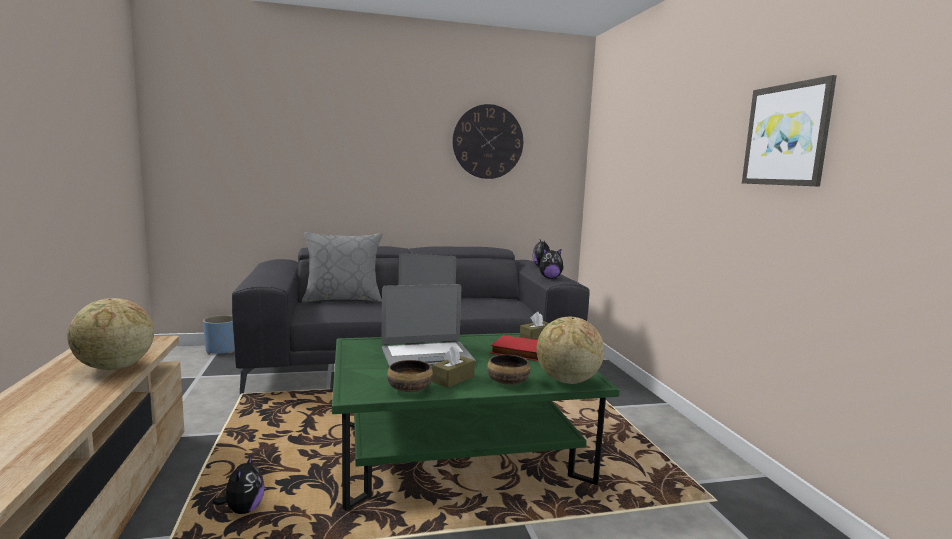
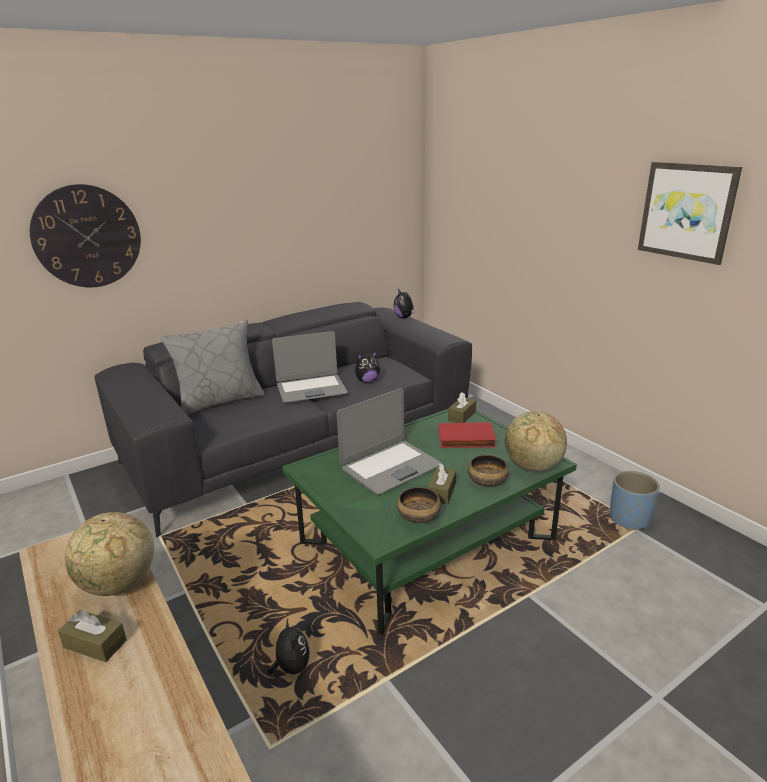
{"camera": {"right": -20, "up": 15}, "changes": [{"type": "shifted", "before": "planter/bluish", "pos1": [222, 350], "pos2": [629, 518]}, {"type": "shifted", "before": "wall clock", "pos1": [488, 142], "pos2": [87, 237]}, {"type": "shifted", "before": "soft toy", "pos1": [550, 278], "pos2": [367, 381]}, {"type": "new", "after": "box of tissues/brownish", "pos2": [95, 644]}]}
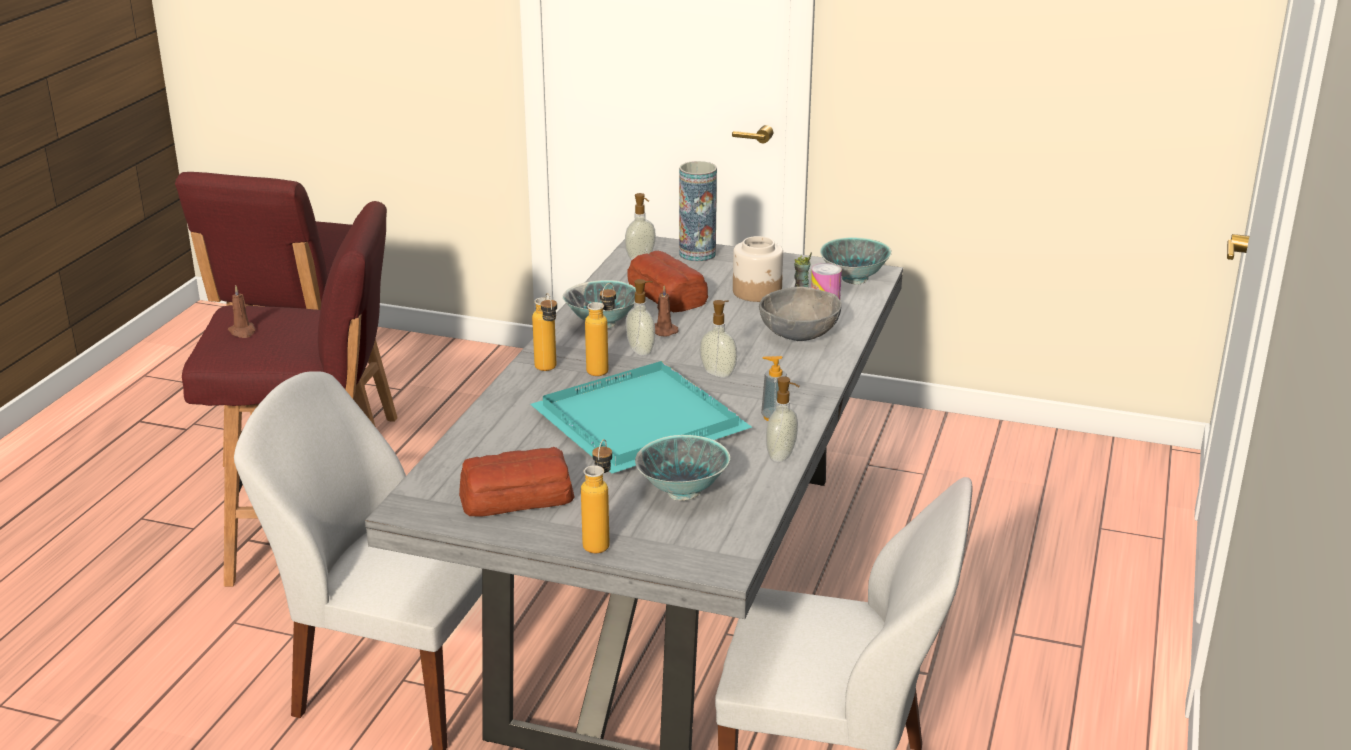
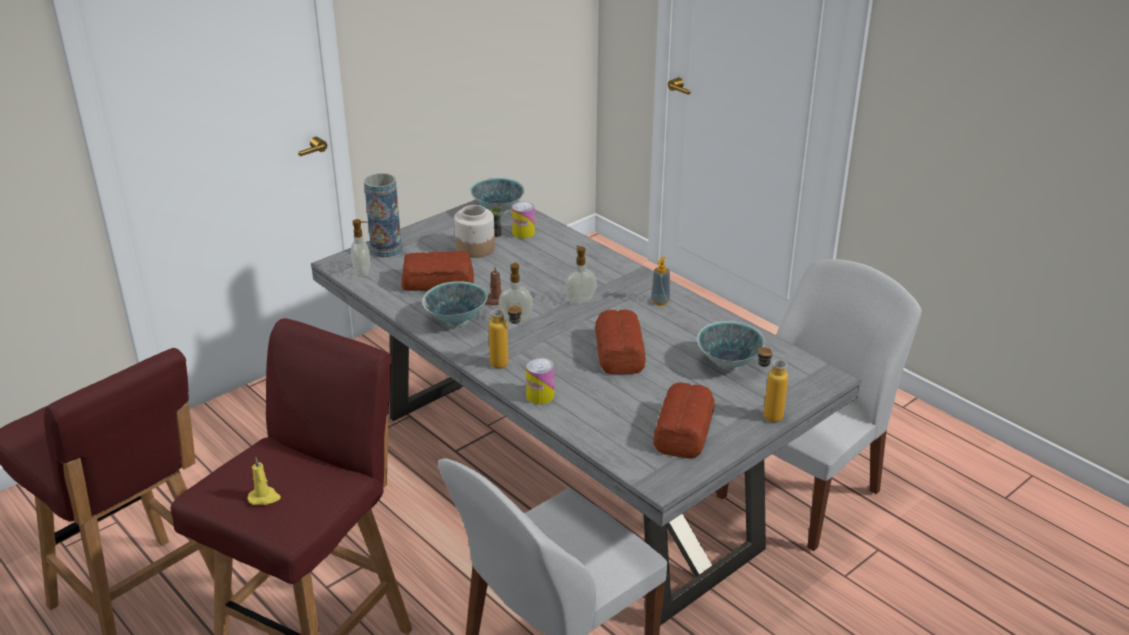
{"camera": {"right": -60, "up": 5}, "changes": [{"type": "repainted", "before": "candle/brownish", "after": "candle/yellow", "pos1": [242, 332], "pos2": [264, 497]}, {"type": "swapped", "before": "carrying tray/turquoise", "after": "bakery bread", "pos1": [635, 422], "pos2": [619, 352]}, {"type": "gone", "before": "bottle", "pos1": [603, 368]}, {"type": "gone", "before": "bowl/grey", "pos1": [799, 333]}, {"type": "gone", "before": "soap dispenser", "pos1": [782, 456]}, {"type": "new", "after": "can", "pos2": [540, 396]}]}
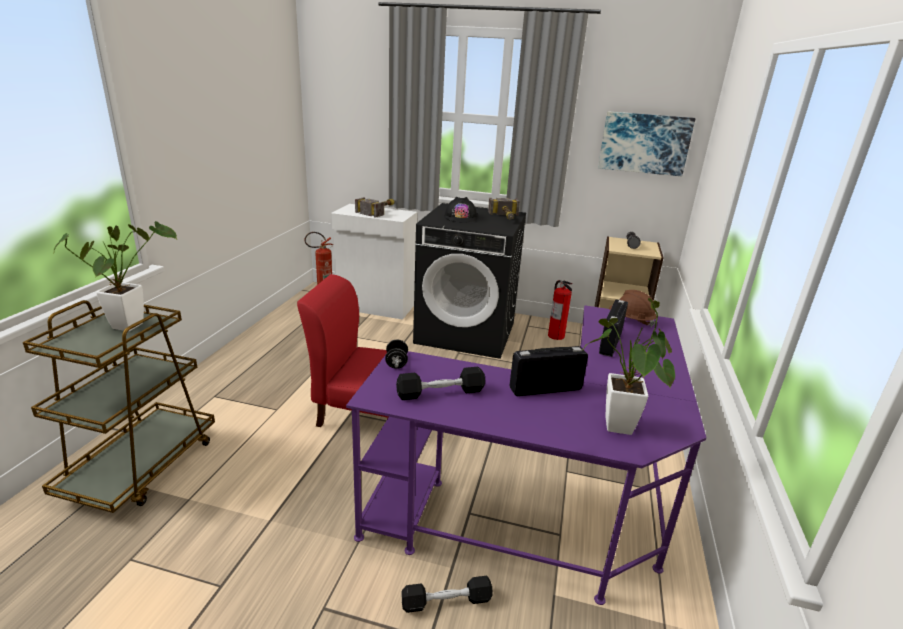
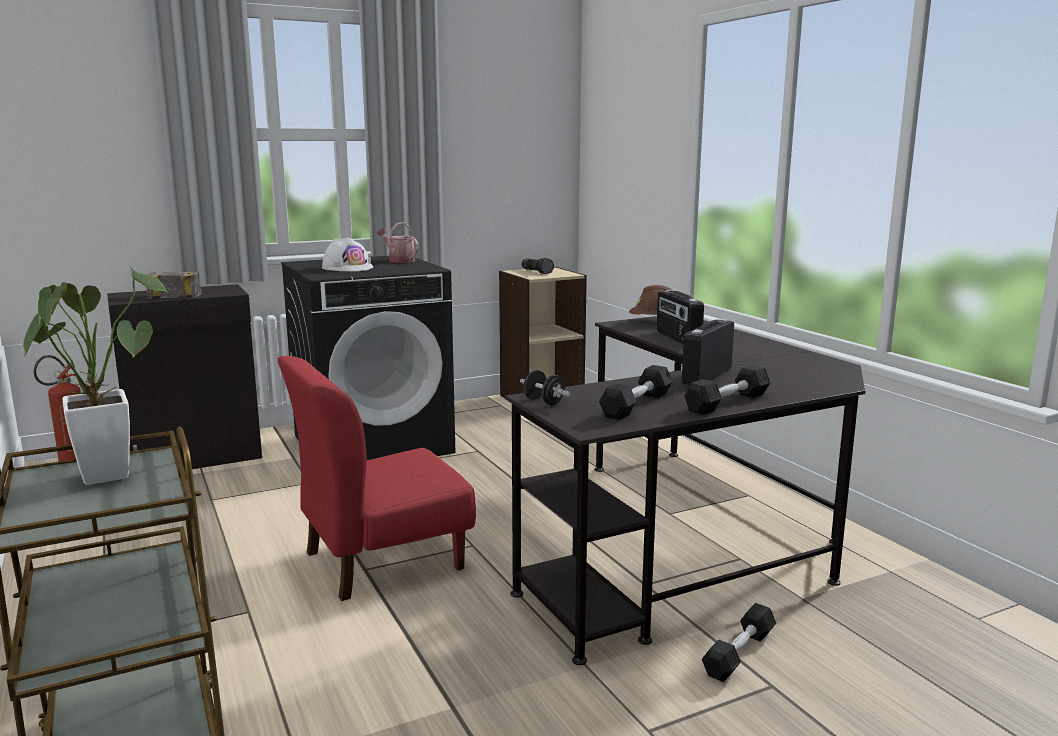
{"camera": {"right": -40, "up": -10}, "changes": [{"type": "repainted", "before": "cupboard/white-coloured", "after": "cupboard/blackish", "pos1": [376, 307], "pos2": [196, 458]}, {"type": "repainted", "before": "desk/purple-coloured", "after": "desk/blackish", "pos1": [548, 500], "pos2": [691, 540]}, {"type": "repainted", "before": "work helmet/blackish", "after": "work helmet/white-coloured", "pos1": [460, 217], "pos2": [347, 268]}, {"type": "swapped", "before": "tool hammer", "after": "sprinkling can", "pos1": [506, 217], "pos2": [399, 260]}, {"type": "gone", "before": "fire-fighting cylinder", "pos1": [555, 335]}, {"type": "gone", "before": "potted plant", "pos1": [618, 431]}, {"type": "gone", "before": "wall picture", "pos1": [644, 143]}, {"type": "new", "after": "hand weight/blackish", "pos2": [727, 403]}]}
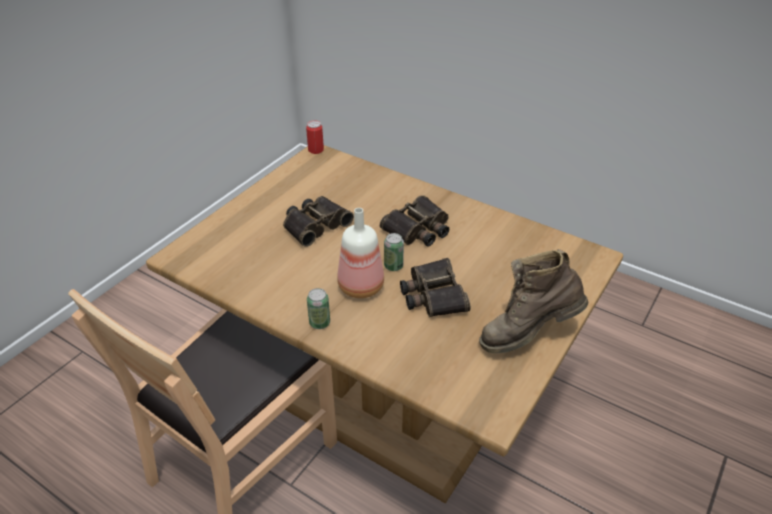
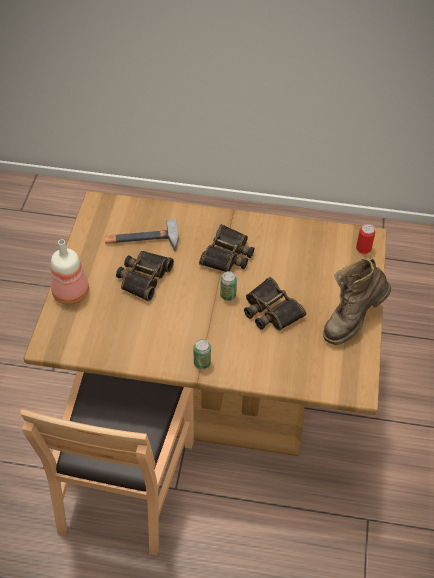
{"camera": {"right": -25, "up": 10}, "changes": [{"type": "shifted", "before": "can", "pos1": [316, 150], "pos2": [363, 248]}, {"type": "shifted", "before": "bottle", "pos1": [361, 287], "pos2": [72, 294]}, {"type": "new", "after": "tool hammer", "pos2": [142, 240]}]}
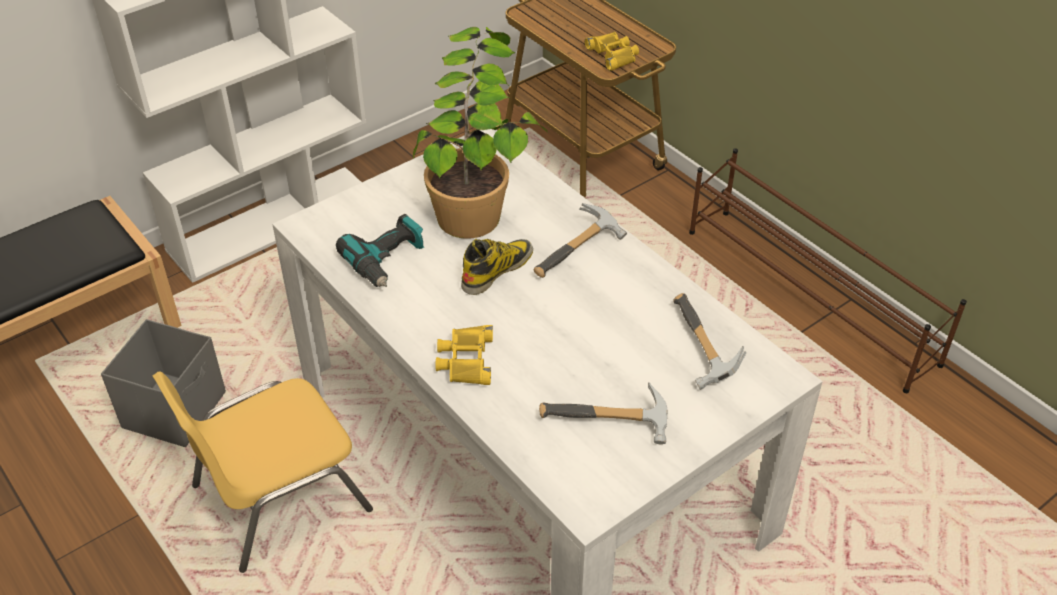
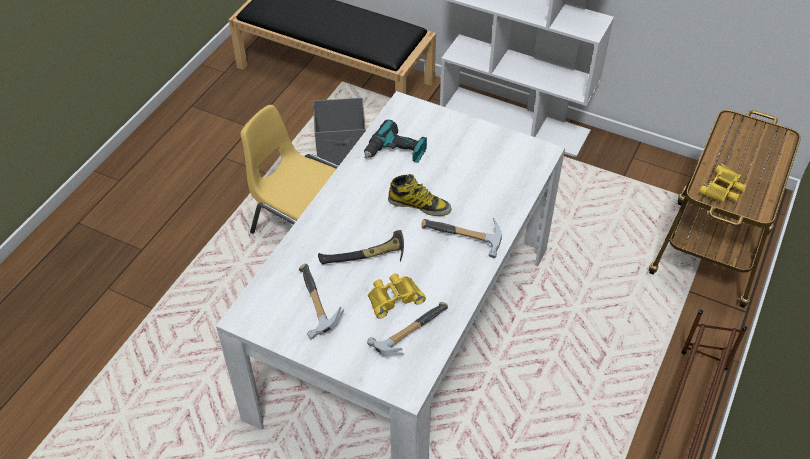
{"camera": {"right": 65, "up": 5}, "changes": [{"type": "gone", "before": "potted plant", "pos1": [478, 197]}, {"type": "shifted", "before": "field glasses/yellow", "pos1": [465, 360], "pos2": [393, 297]}, {"type": "new", "after": "tool hammer", "pos2": [366, 258]}]}
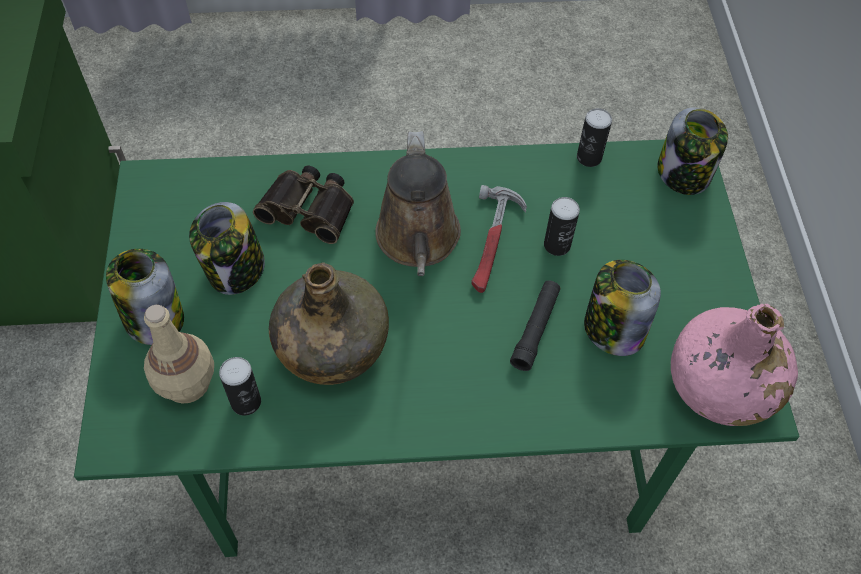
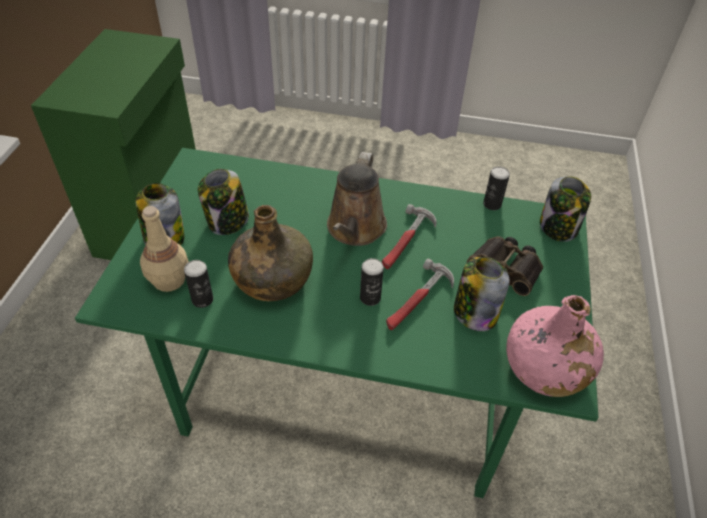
{"camera": {"right": 15, "up": -10}, "changes": [{"type": "shifted", "before": "field glasses", "pos1": [310, 208], "pos2": [507, 267]}, {"type": "swapped", "before": "torch/blackish", "after": "tool hammer", "pos1": [535, 329], "pos2": [418, 300]}, {"type": "shifted", "before": "can", "pos1": [557, 245], "pos2": [370, 298]}]}
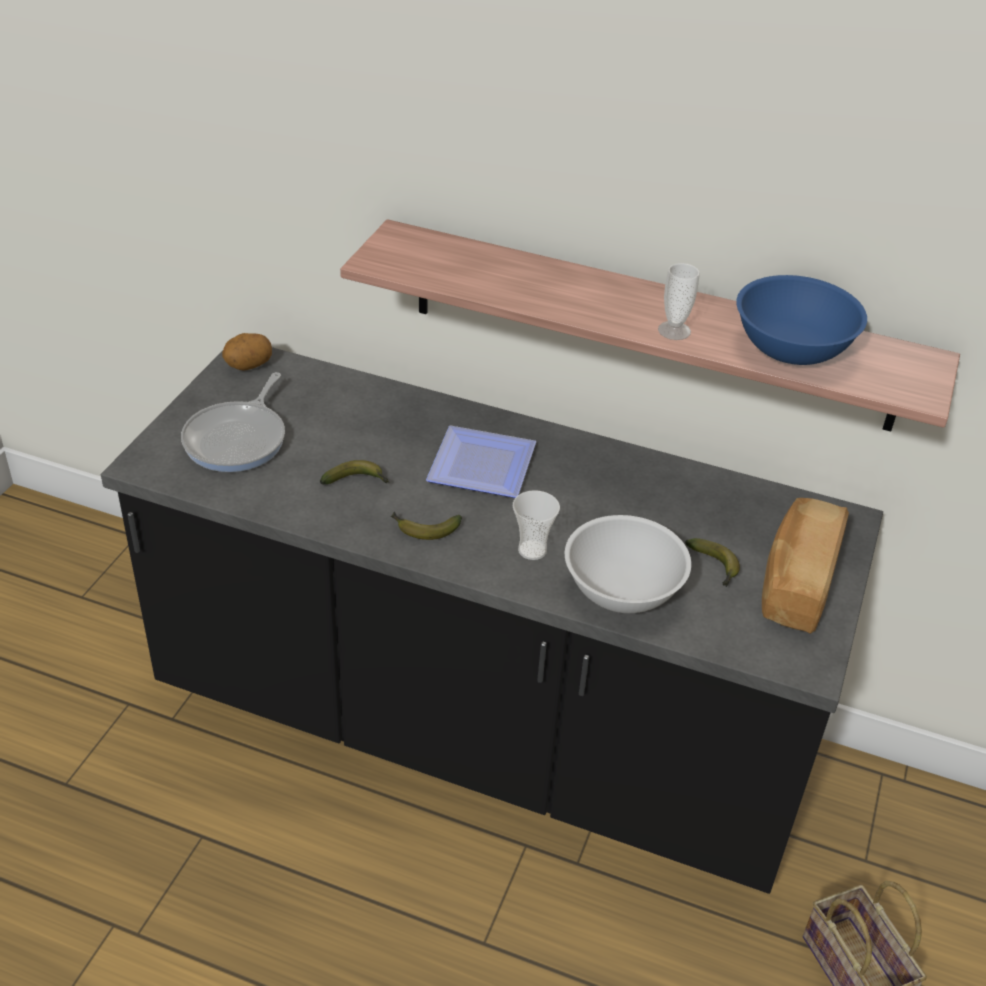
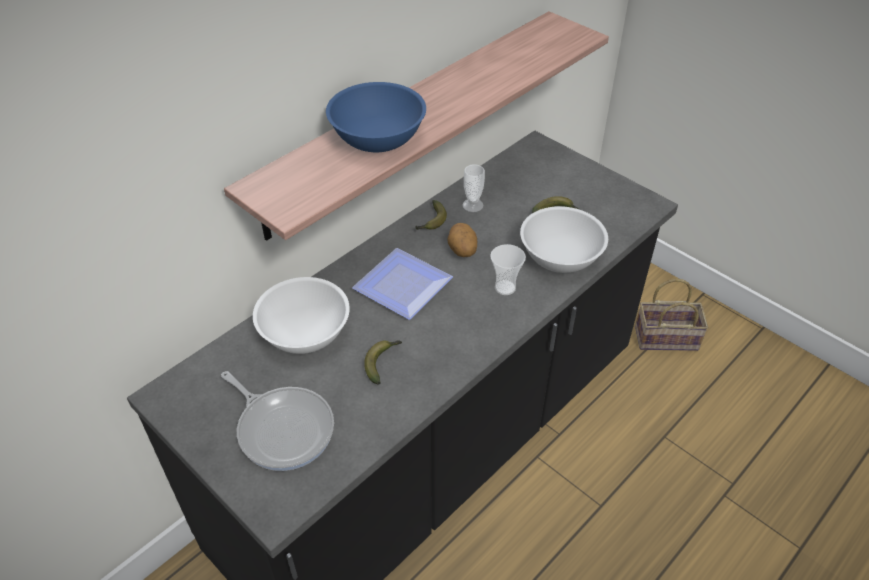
{"camera": {"right": -65, "up": 5}, "changes": [{"type": "shifted", "before": "potato", "pos1": [248, 366], "pos2": [461, 251]}, {"type": "shifted", "before": "banana", "pos1": [423, 529], "pos2": [431, 221]}, {"type": "shifted", "before": "cup", "pos1": [674, 330], "pos2": [472, 205]}, {"type": "shifted", "before": "bowl/bluish", "pos1": [792, 348], "pos2": [377, 139]}, {"type": "gone", "before": "bakery bread", "pos1": [795, 584]}, {"type": "new", "after": "bowl/white-coloured", "pos2": [305, 334]}]}
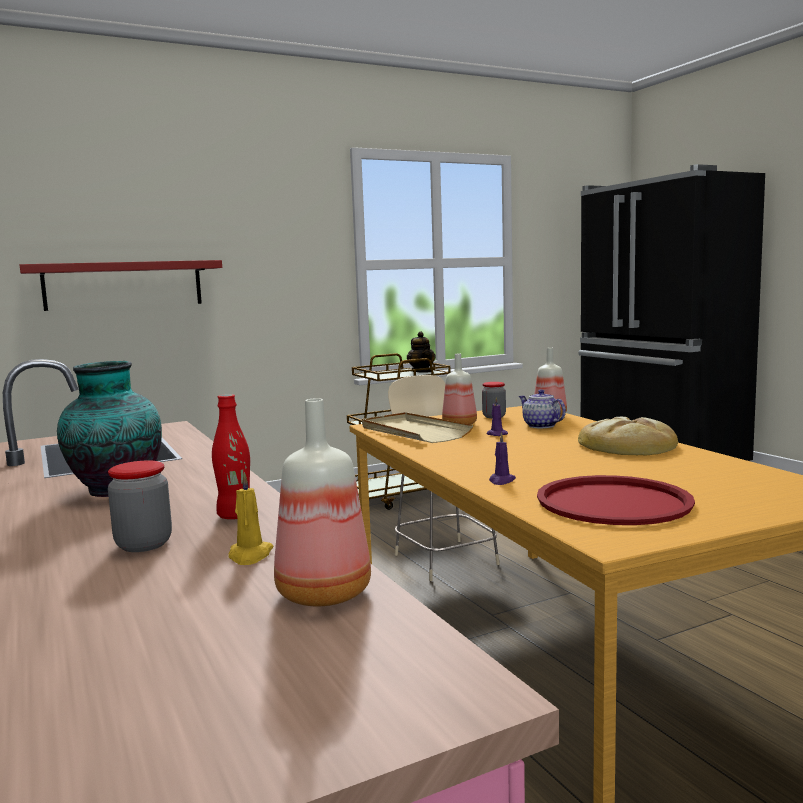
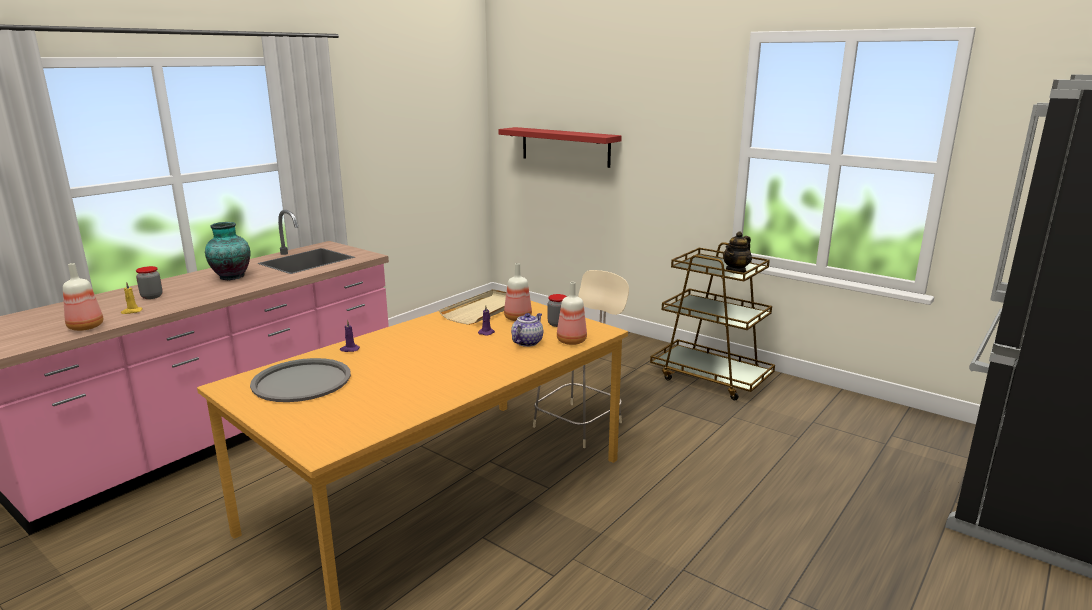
{"camera": {"right": 65, "up": 10}, "changes": [{"type": "gone", "before": "bottle/red-coloured", "pos1": [236, 516]}, {"type": "repainted", "before": "carrying tray/red-coloured", "after": "carrying tray/grey", "pos1": [613, 502], "pos2": [301, 381]}, {"type": "gone", "before": "bakery bread", "pos1": [628, 446]}]}
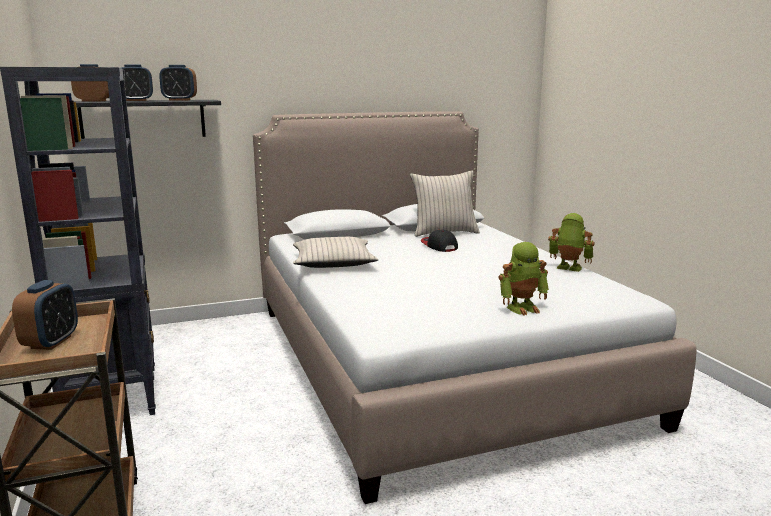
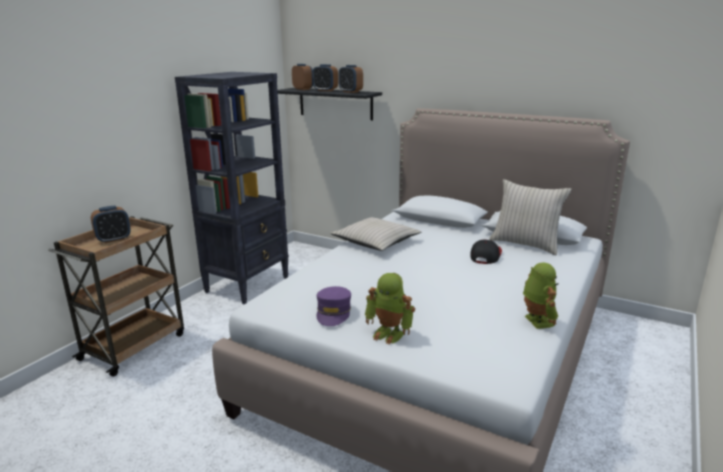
{"camera": {"right": 50, "up": 5}, "changes": [{"type": "new", "after": "peaked cap/purple-coloured", "pos2": [333, 313]}]}
